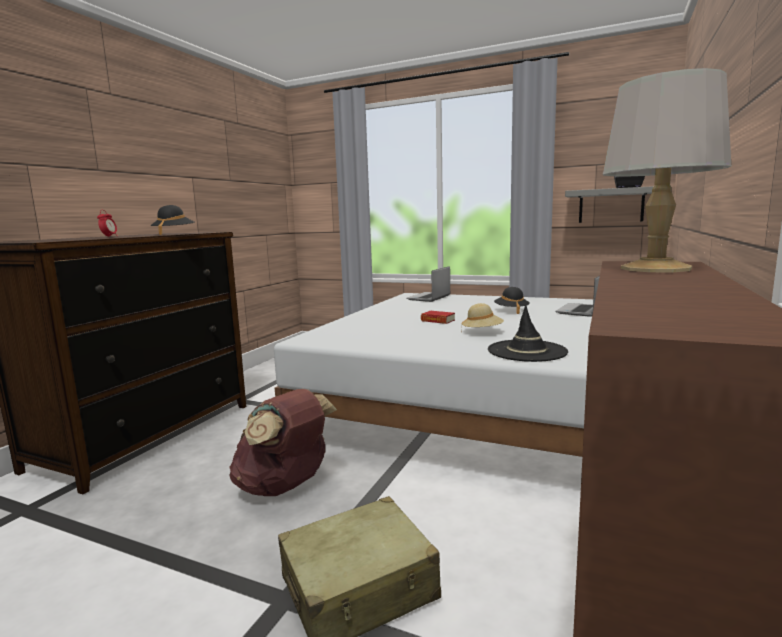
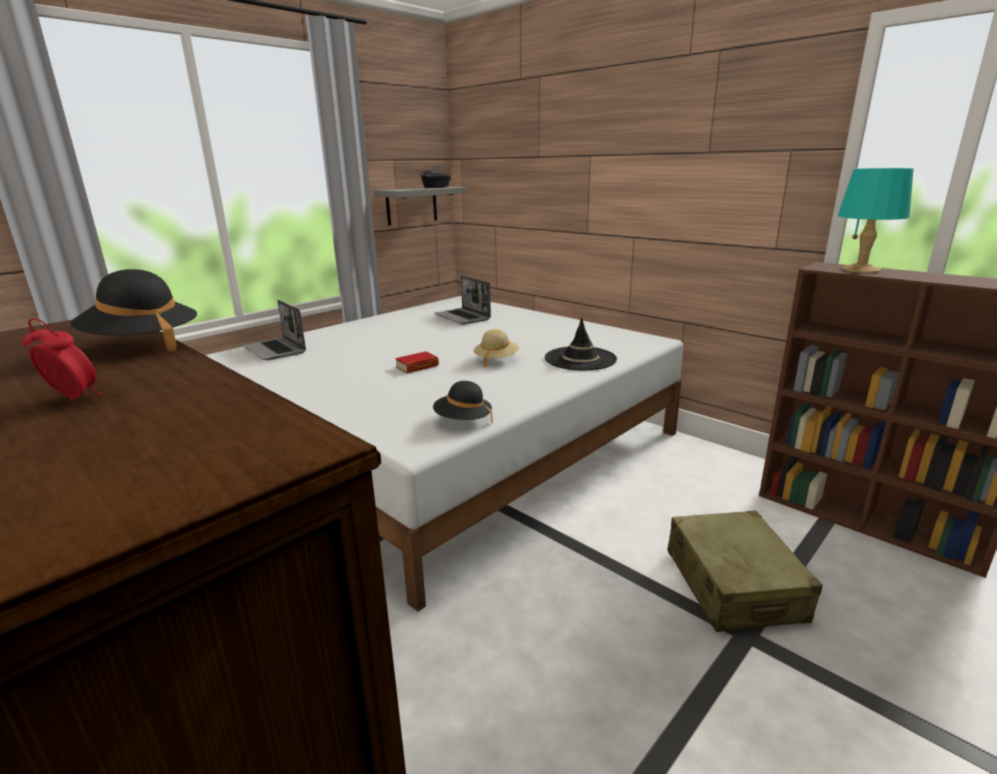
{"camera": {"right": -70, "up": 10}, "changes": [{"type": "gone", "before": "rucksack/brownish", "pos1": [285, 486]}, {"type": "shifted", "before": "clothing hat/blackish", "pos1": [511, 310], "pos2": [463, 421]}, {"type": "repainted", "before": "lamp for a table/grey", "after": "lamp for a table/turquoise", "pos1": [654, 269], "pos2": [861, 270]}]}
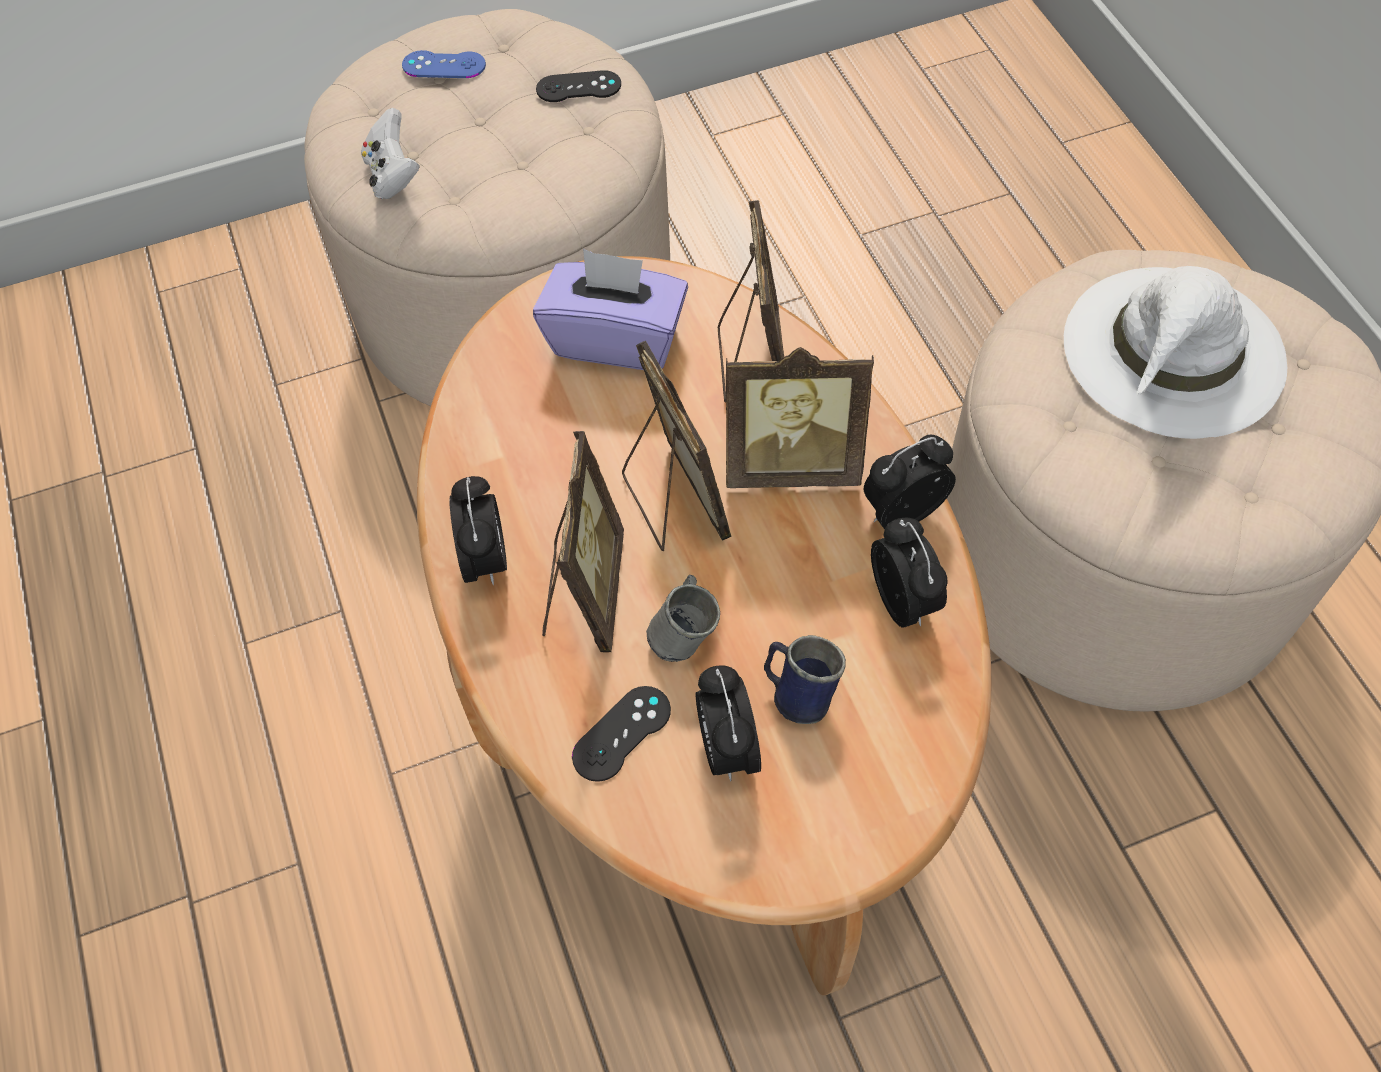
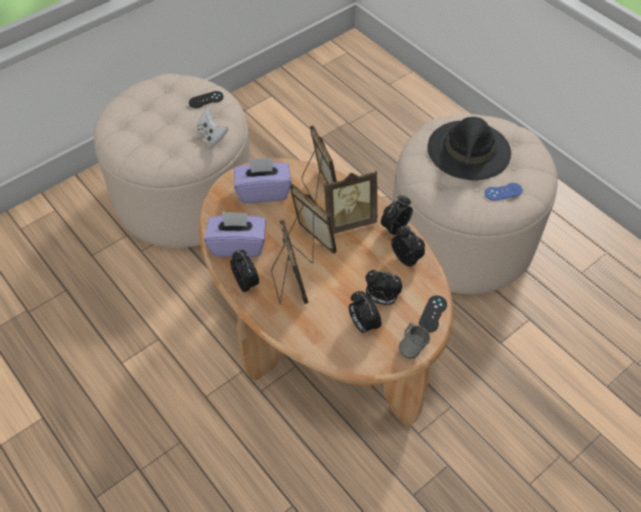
{"camera": {"right": -20, "up": -5}, "changes": [{"type": "shifted", "before": "game controller/white-coloured", "pos1": [393, 176], "pos2": [212, 136]}, {"type": "shifted", "before": "game controller/bluish", "pos1": [444, 65], "pos2": [503, 192]}, {"type": "shifted", "before": "game controller/blackish", "pos1": [622, 733], "pos2": [433, 314]}, {"type": "shifted", "before": "tea mug/grey", "pos1": [684, 634], "pos2": [411, 347]}, {"type": "swapped", "before": "tea mug/bluish", "after": "alarm clock", "pos1": [798, 693], "pos2": [381, 299]}, {"type": "repainted", "before": "clothing hat/white-coloured", "after": "clothing hat/blackish", "pos1": [1173, 353], "pos2": [469, 151]}, {"type": "new", "after": "box of tissues/purple-coloured", "pos2": [237, 245]}]}
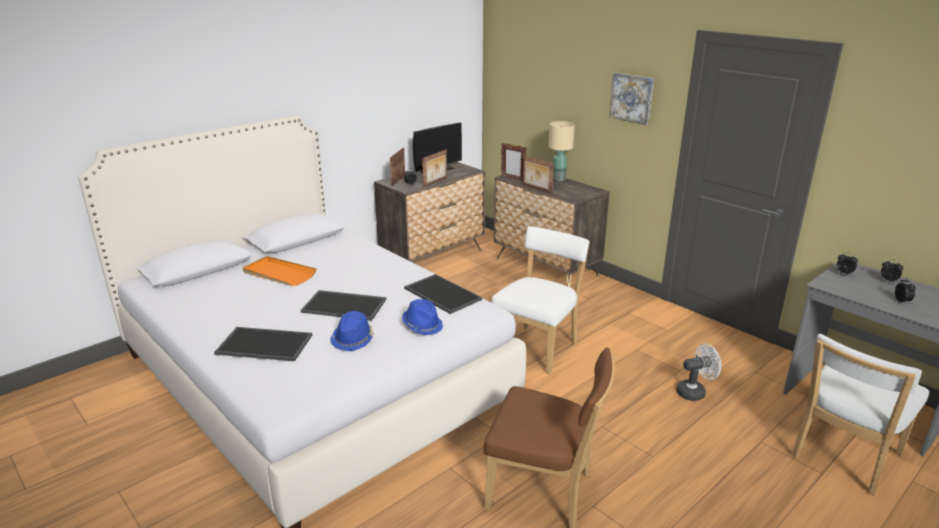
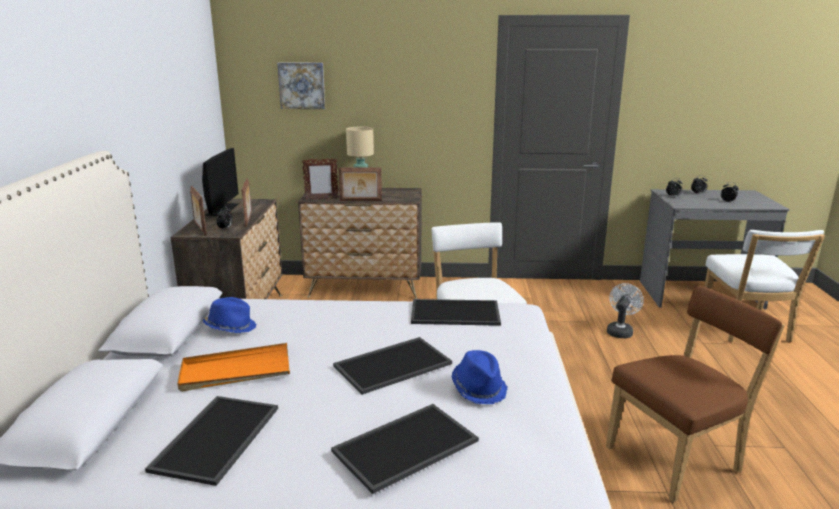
{"camera": {"right": -45, "up": -5}, "changes": [{"type": "shifted", "before": "clothing hat/bluish", "pos1": [422, 325], "pos2": [231, 327]}, {"type": "shifted", "before": "wall picture", "pos1": [632, 98], "pos2": [302, 85]}, {"type": "new", "after": "carrying tray", "pos2": [218, 439]}]}
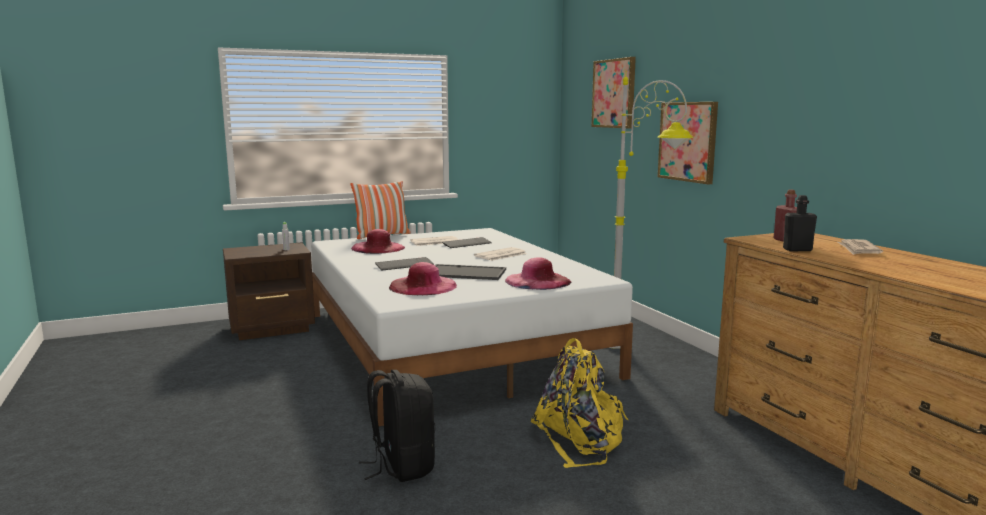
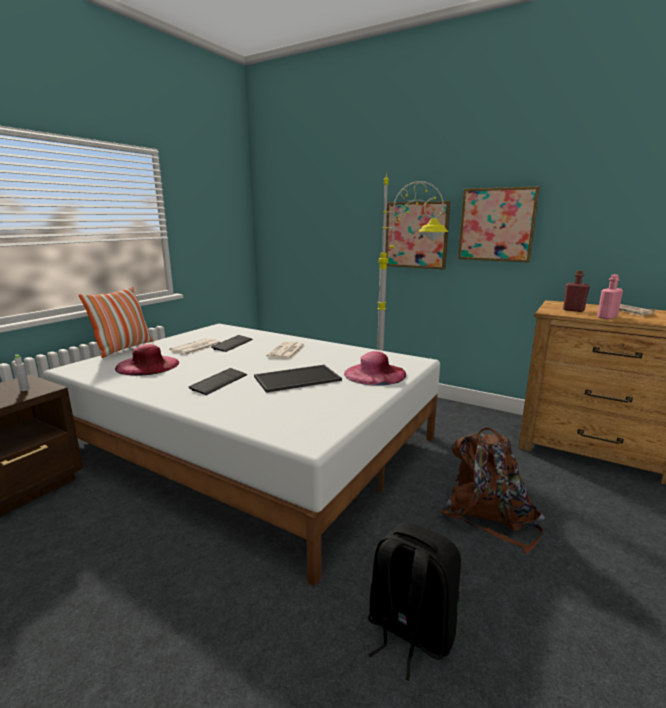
{"camera": {"right": -35, "up": 5}, "changes": [{"type": "gone", "before": "clothing hat/pink-coloured", "pos1": [423, 286]}, {"type": "repainted", "before": "rucksack/yellow", "after": "rucksack/brownish", "pos1": [580, 439], "pos2": [489, 515]}, {"type": "shifted", "before": "wall picture", "pos1": [614, 93], "pos2": [497, 224]}, {"type": "repainted", "before": "bottle/blackish", "after": "bottle/pink-coloured", "pos1": [797, 250], "pos2": [607, 317]}]}
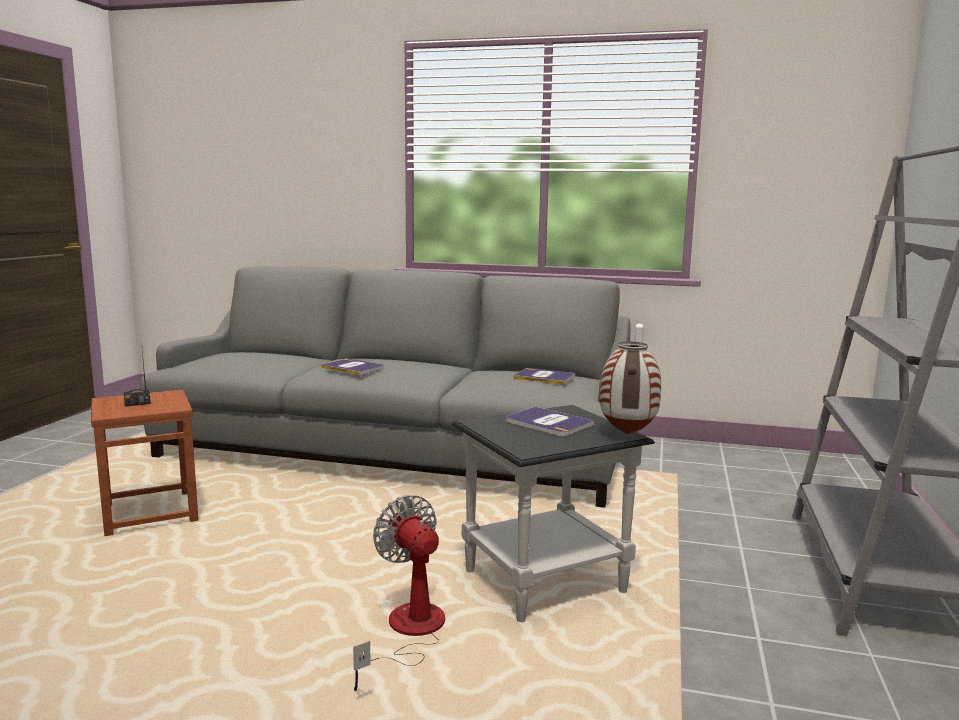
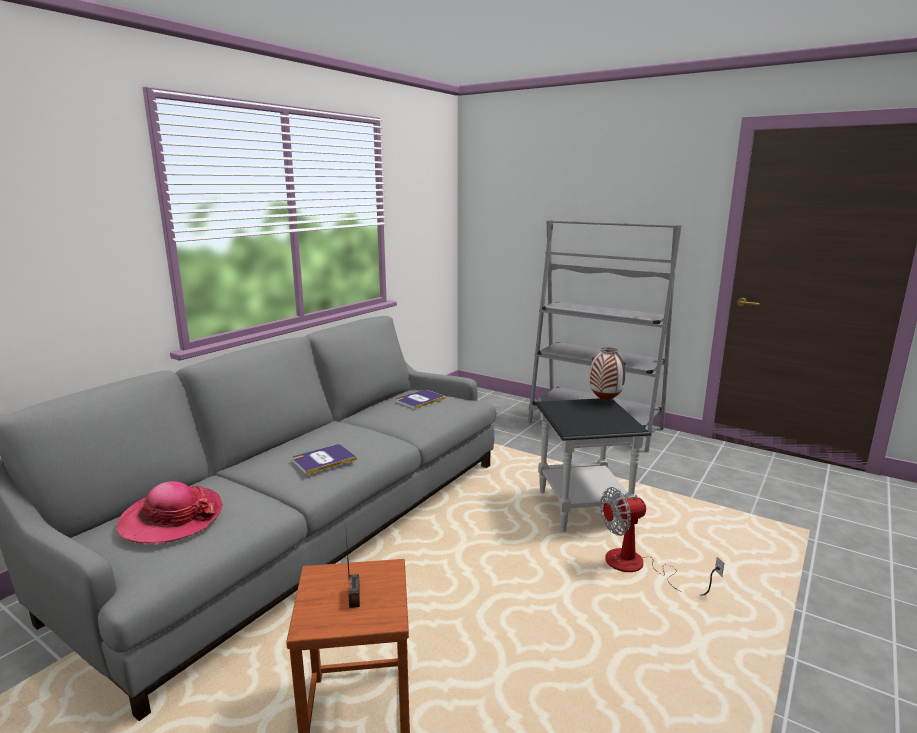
{"camera": {"right": -70, "up": 5}, "changes": [{"type": "gone", "before": "bound book", "pos1": [548, 423]}, {"type": "new", "after": "clothing hat", "pos2": [171, 518]}]}
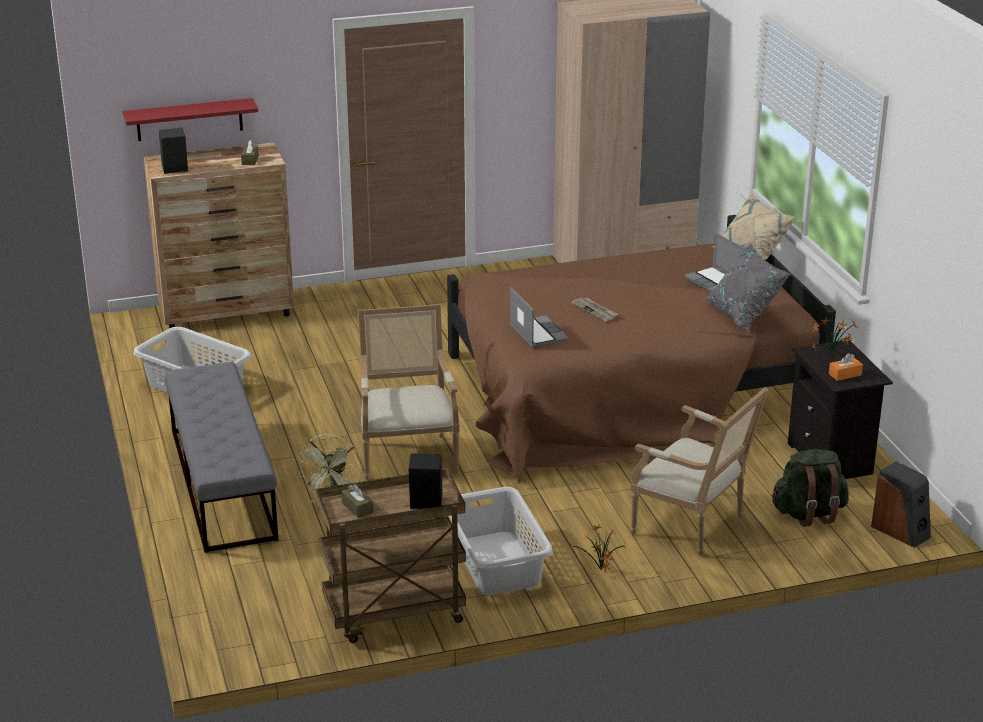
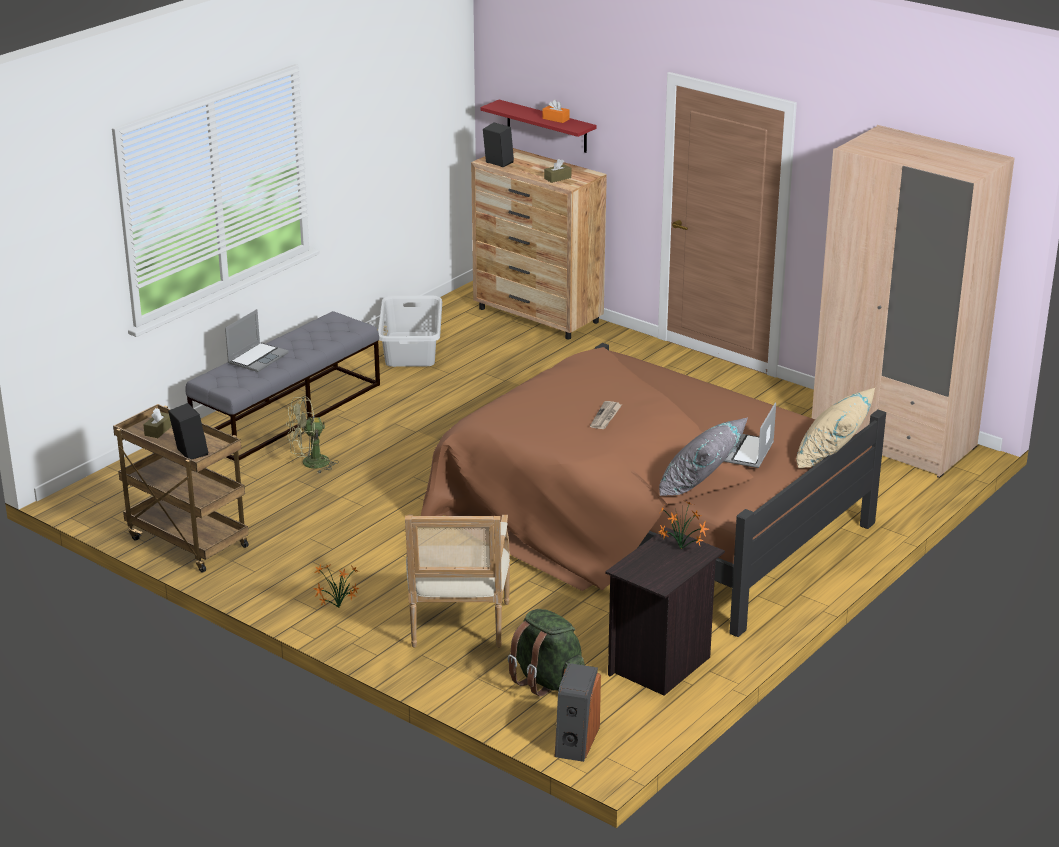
{"camera": {"right": 55, "up": 0}, "changes": [{"type": "gone", "before": "armchair", "pos1": [407, 455]}, {"type": "gone", "before": "laundry basket/grey", "pos1": [496, 563]}, {"type": "shifted", "before": "portable computer", "pos1": [537, 333], "pos2": [257, 358]}, {"type": "shifted", "before": "box of tissues/orangey", "pos1": [845, 374], "pos2": [555, 119]}]}
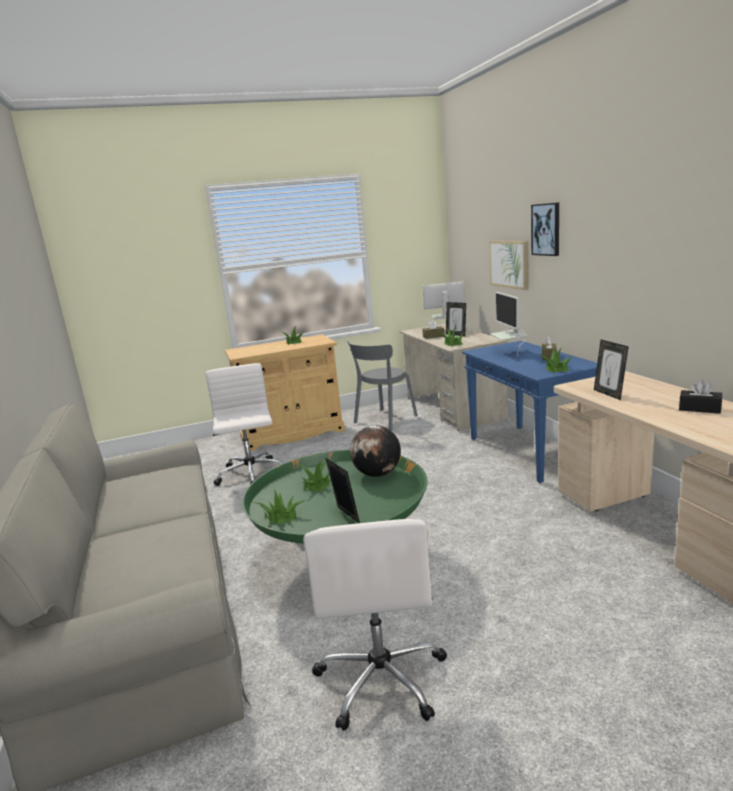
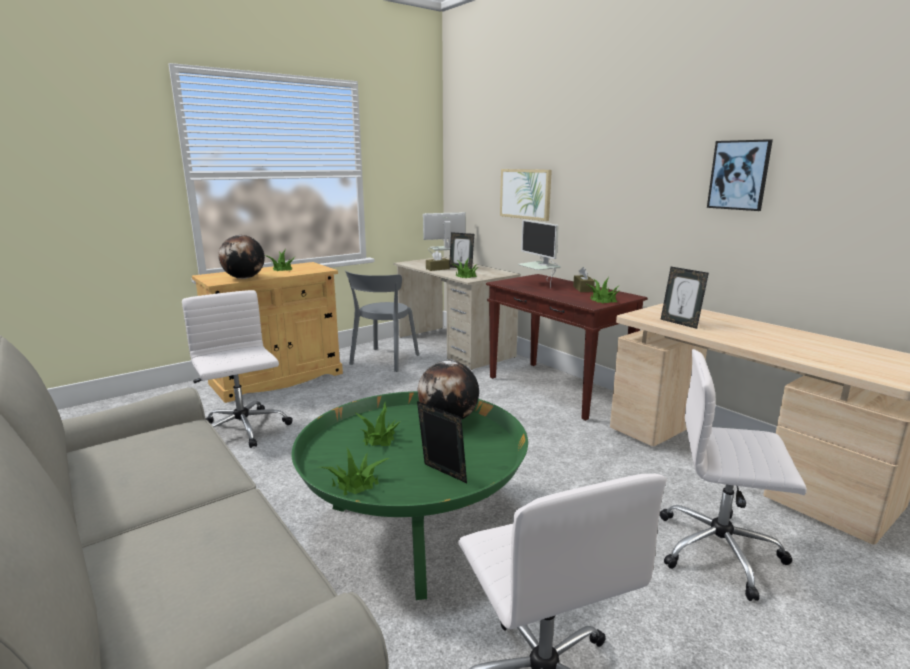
{"camera": {"right": -20, "up": 0}, "changes": [{"type": "repainted", "before": "hall table/bluish", "after": "hall table/brownish", "pos1": [530, 453], "pos2": [557, 390]}, {"type": "shifted", "before": "wall picture", "pos1": [546, 229], "pos2": [739, 175]}, {"type": "gone", "before": "box of tissues/blackish", "pos1": [699, 409]}, {"type": "new", "after": "world globe", "pos2": [244, 278]}, {"type": "new", "after": "computer chair/white-coloured", "pos2": [720, 551]}]}
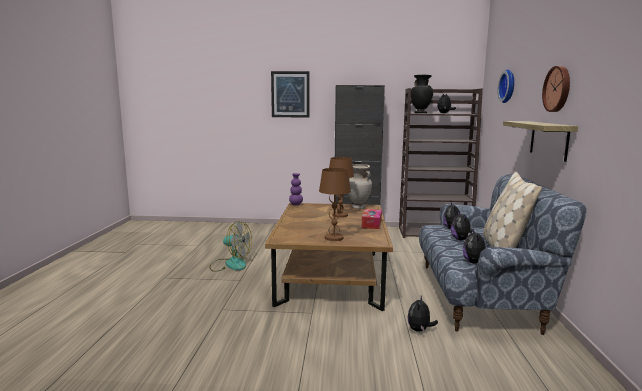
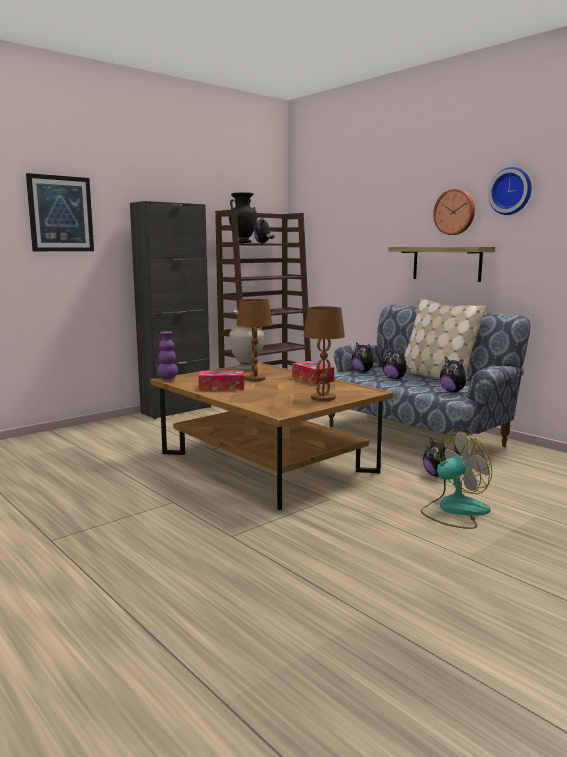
{"camera": {"right": -45, "up": 0}, "changes": [{"type": "shifted", "before": "cooling fan", "pos1": [230, 264], "pos2": [454, 510]}, {"type": "shifted", "before": "wall clock", "pos1": [509, 86], "pos2": [511, 191]}, {"type": "new", "after": "box of tissues", "pos2": [222, 387]}]}
